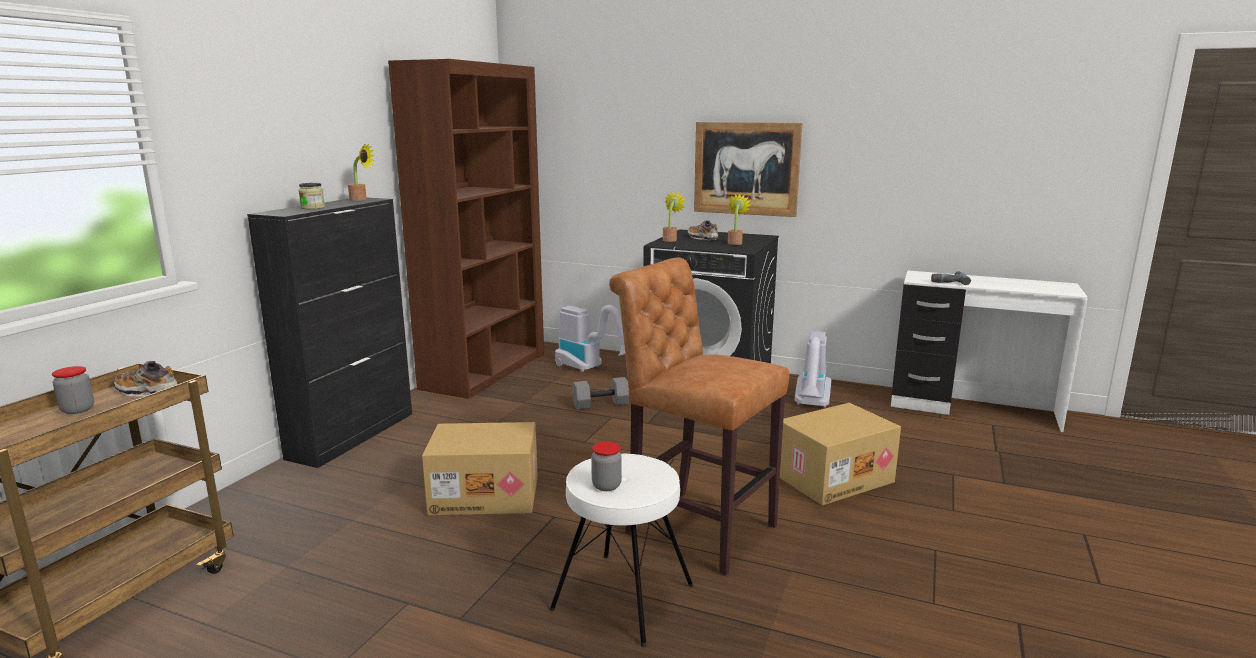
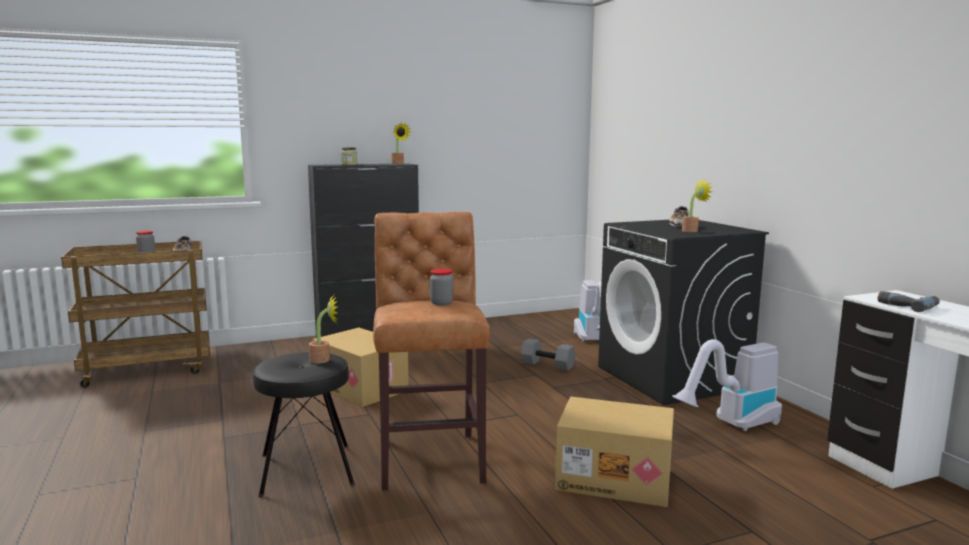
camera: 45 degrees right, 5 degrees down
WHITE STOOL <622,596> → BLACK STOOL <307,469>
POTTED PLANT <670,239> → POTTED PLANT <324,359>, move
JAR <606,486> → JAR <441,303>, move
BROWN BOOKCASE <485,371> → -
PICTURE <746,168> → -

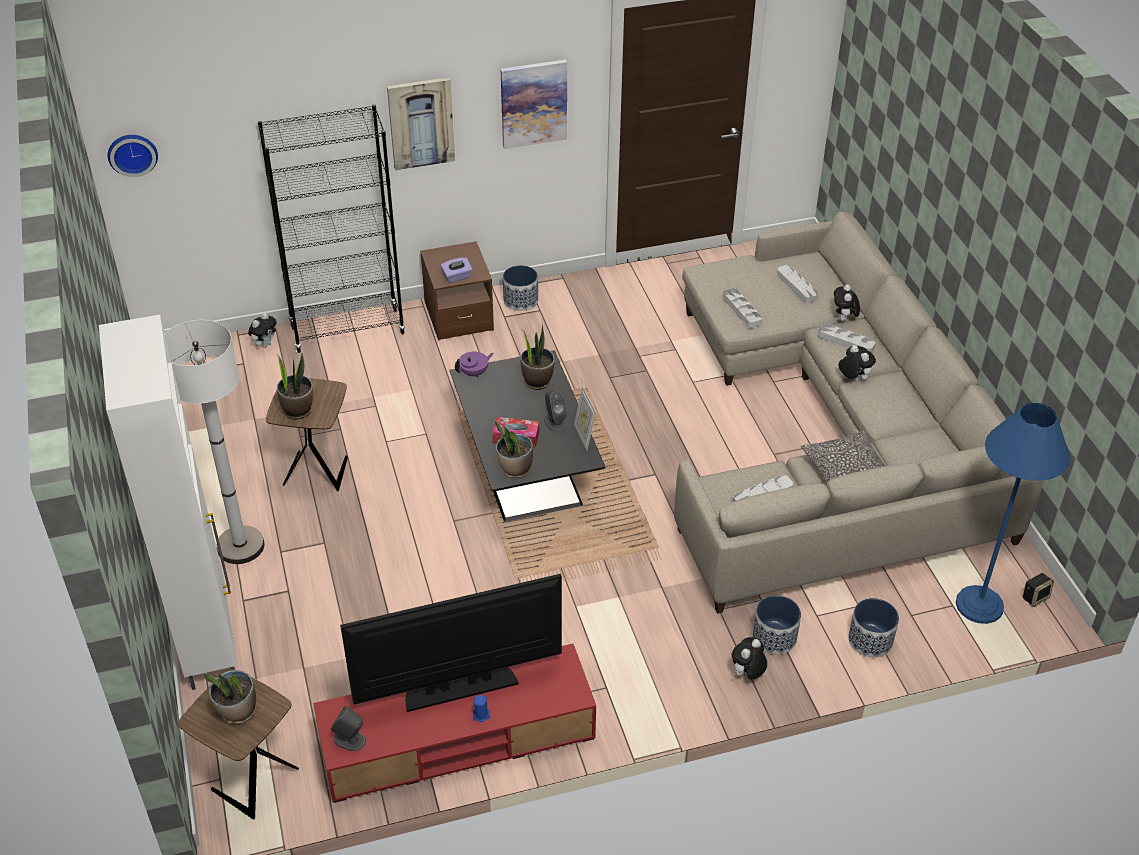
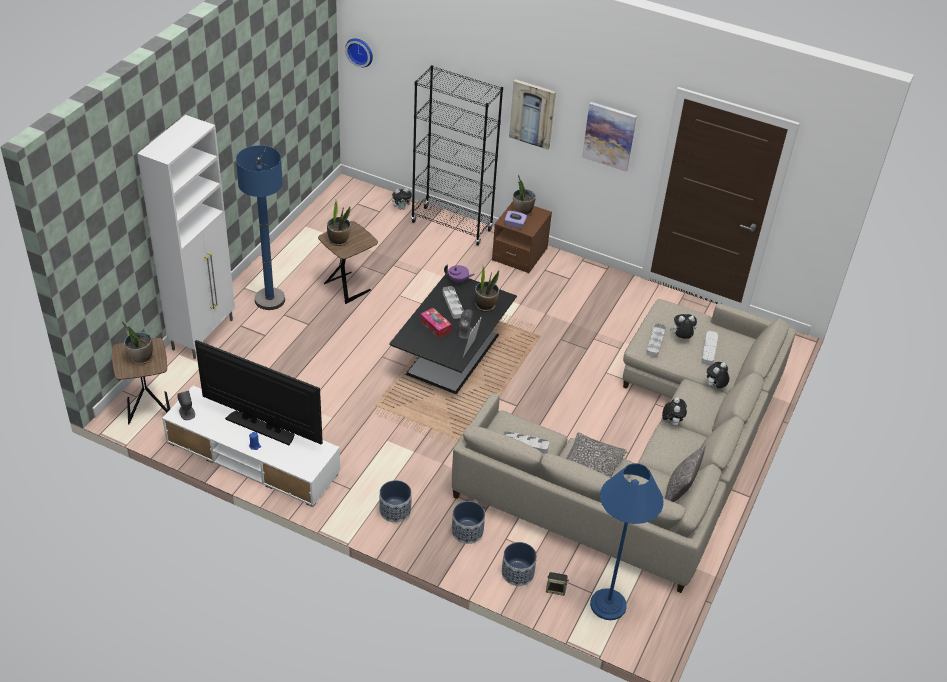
camera: 40 degrees right, 0 degrees up
RED TV STAND <457,738> → WHITE TV STAND <253,457>
WHITE FLOOR LAMP <240,546> → BLUE FLOOR LAMP <270,300>
PLANTER <520,301> → PLANTER <395,510>, move
GREY TRAY <845,341> → GREY TRAY <453,304>, move
POTTED PLANT <515,469> → POTTED PLANT <522,211>, move
SPEAKER <1035,597> → SPEAKER <556,589>, move
- → PILLOW <679,493>
PLUSH TOY <747,674> → PLUSH TOY <681,337>, move

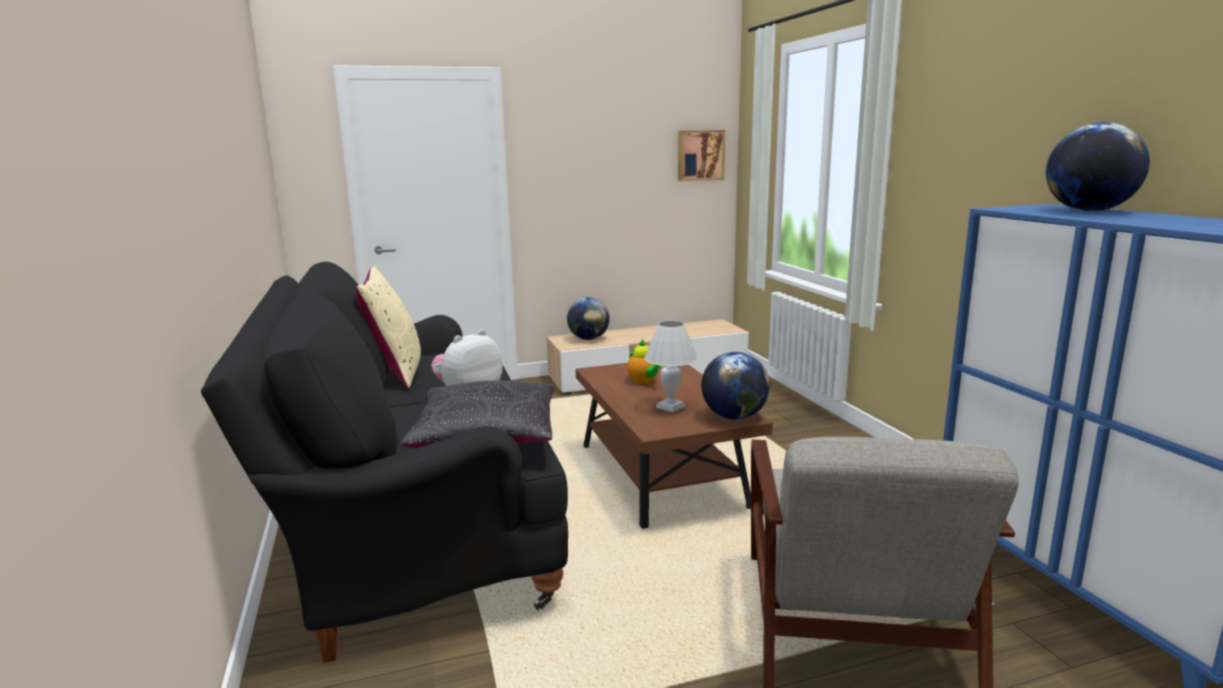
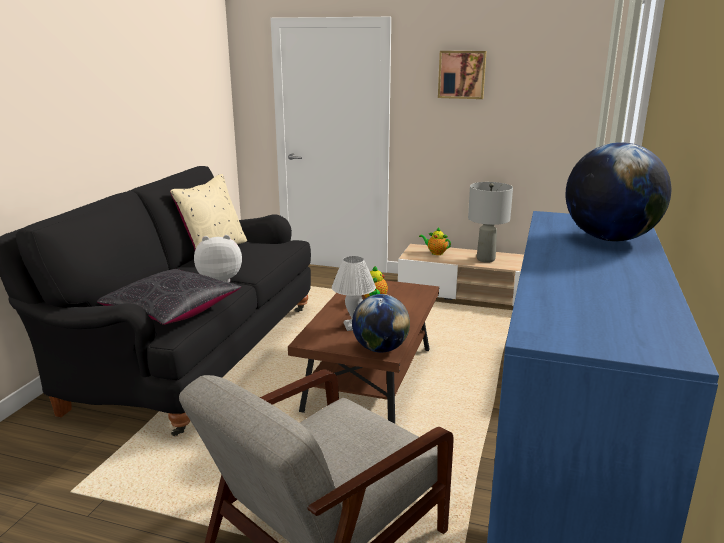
camera: 35 degrees right, 5 degrees up
GLOBE <588,339> → TEAPOT <435,253>
PICTURE <700,155> → PICTURE <462,74>, move
- → GREY TABLE LAMP <485,259>

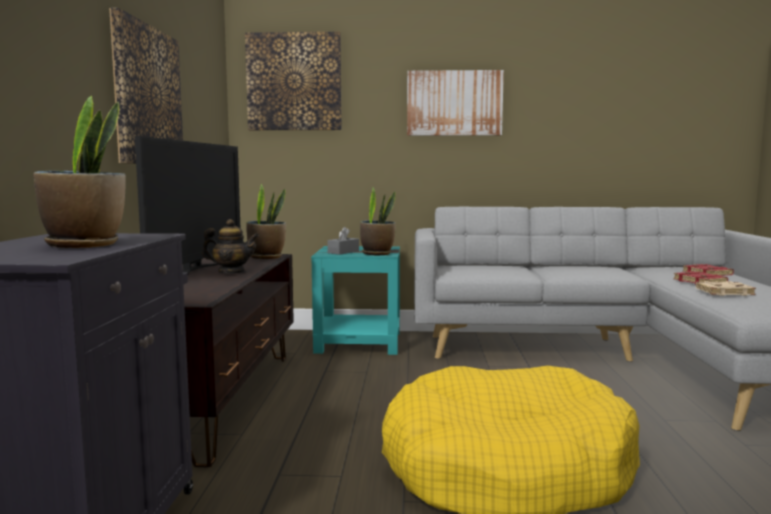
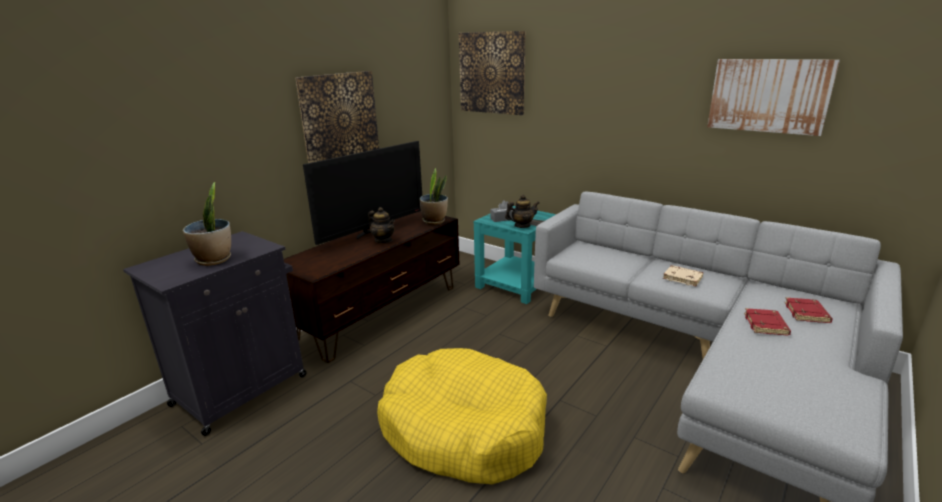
camera: 35 degrees right, 15 degrees up
POTTED PLANT <377,253> → TEAPOT <522,226>
BEIGE BOOK <724,292> → BEIGE BOOK <683,278>, move
PICTURE <454,103> → PICTURE <768,95>, move

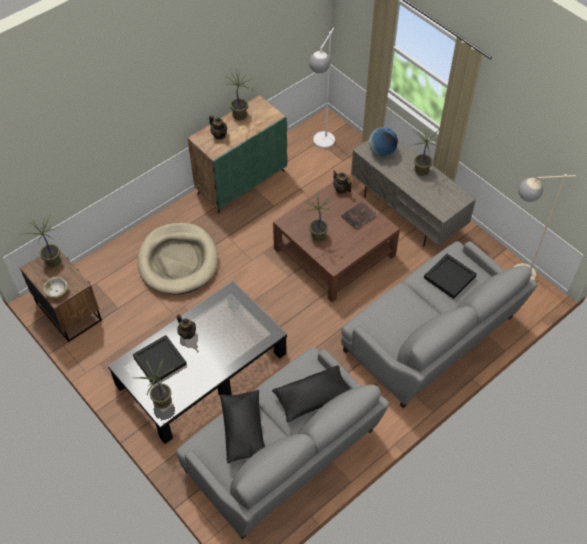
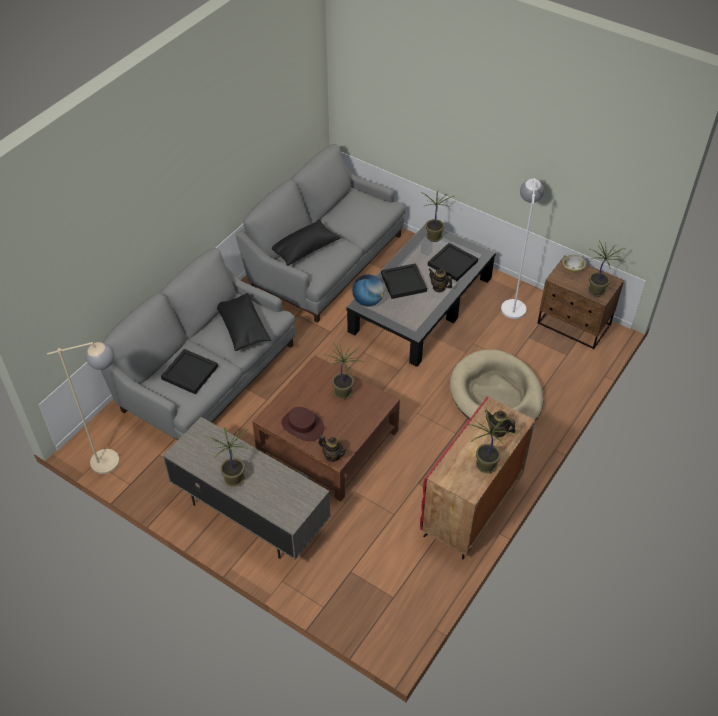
camera: 165 degrees right, 5 degrees down
BLACK PILLOW <243,430> → BLACK PILLOW <242,328>, move
BROWN BOOK <359,216> → BROWN HAT <302,426>
GLOBE <382,151> → GLOBE <368,301>, move
- → BLACK TRAY <403,282>
GREEN CABINET <241,181> → RED CABINET <471,507>
WHITE FLOOR LAMP <321,146> → WHITE FLOOR LAMP <513,303>, move

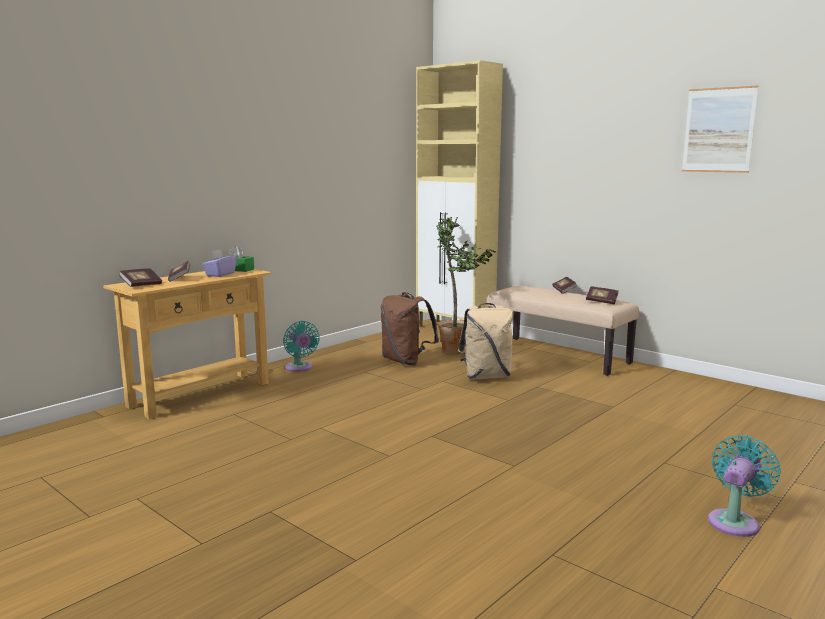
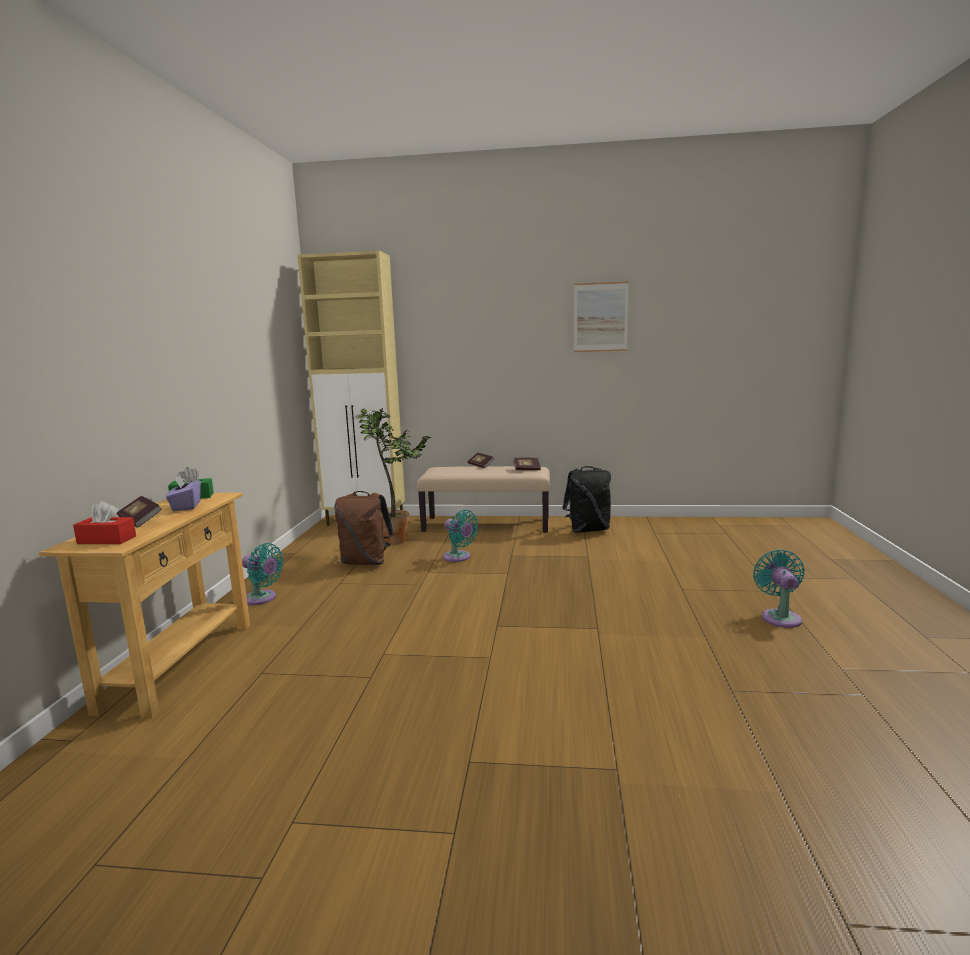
camera: 35 degrees left, 0 degrees up
BOOK <141,285> → RED TISSUE BOX <107,540>
BEIGE BACKPACK <486,376> → TURQUOISE FAN <458,557>
- → BLACK BACKPACK <588,530>

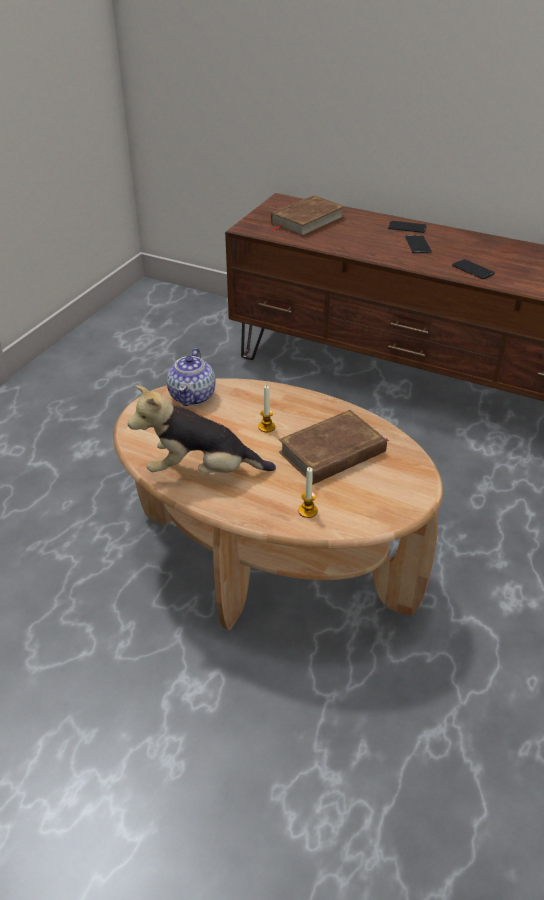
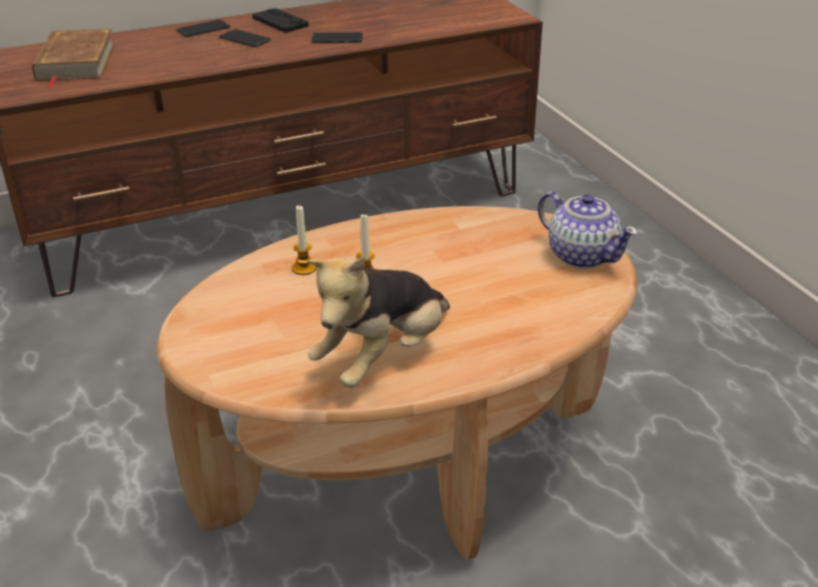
camera: 50 degrees left, 5 degrees down
- → BLACK GAME CONTROLLER <280,22>
CANDLE <307,511> → CANDLE <304,268>, move
TEAPOT <193,396> → TEAPOT <581,255>, move
BROWN BOOK <333,452> → -

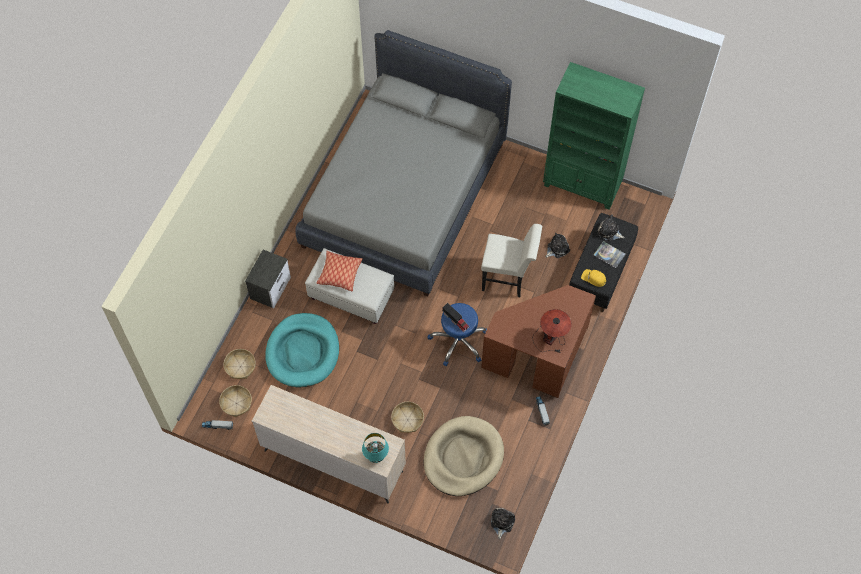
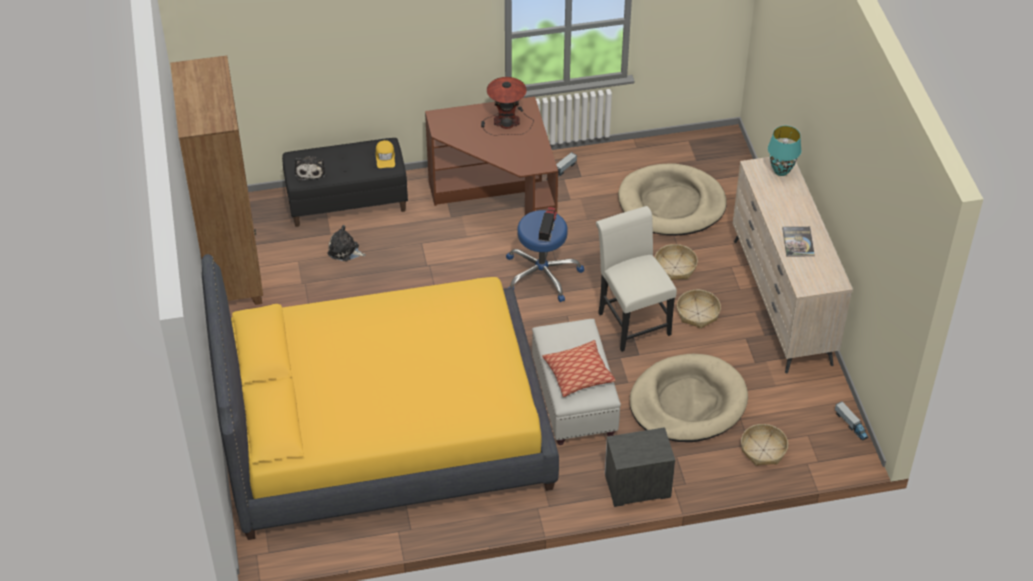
camera: 125 degrees left, 15 degrees down
GREEN BOOKCASE <582,185> → BROWN BOOKCASE <233,270>
GREY BED <404,194> → YELLOW BED <383,429>
WHITE CHAIR <508,278> → WHITE CHAIR <631,320>, move
TURQUOISE DOG BED <303,352> → BEIGE DOG BED <687,402>
BASKET <236,403> → BASKET <697,313>, move
BOOK <609,255> → BOOK <798,242>, move
PLUSH TOY <502,522> → -

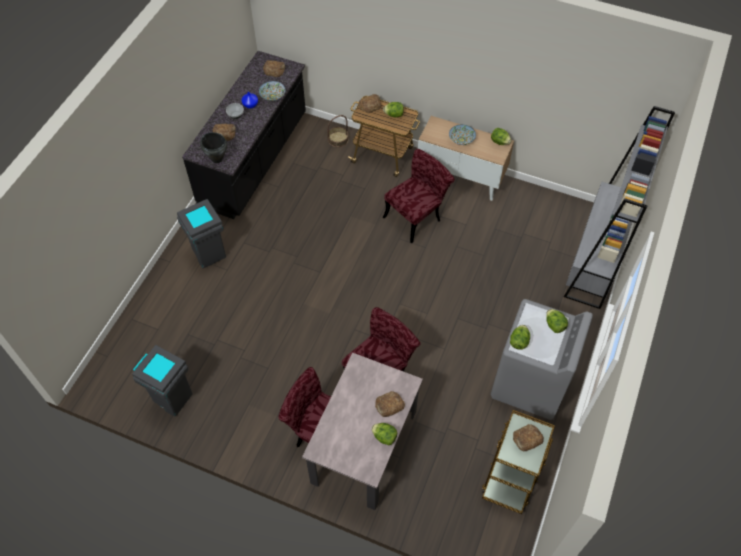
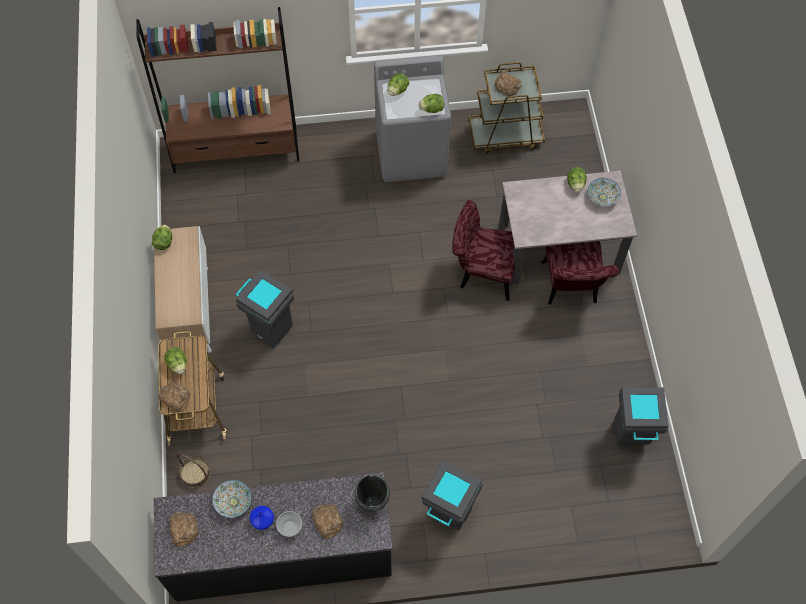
camera: 120 degrees left, 5 degrees up
GREY BOOKCASE <595,258> → BROWN BOOKCASE <236,151>
RED CHAIR <416,216> → GREY TRASH CAN <270,329>
BOWL <461,140> → BOWL <602,197>, move
BREAD <389,405> → -

